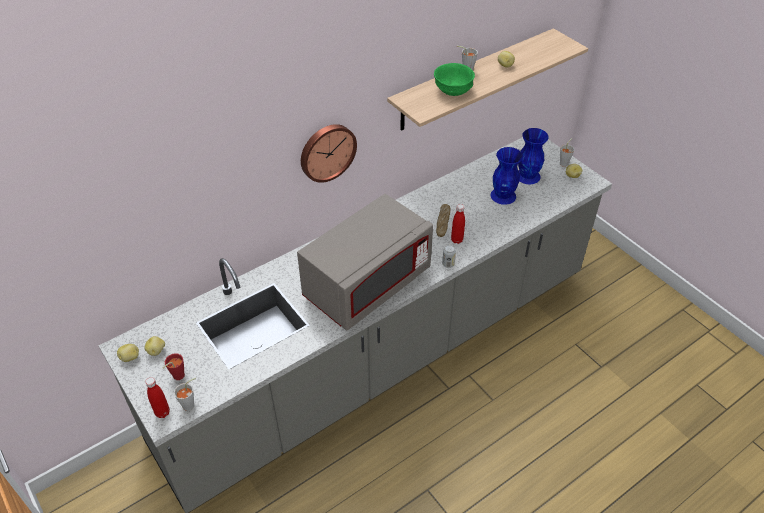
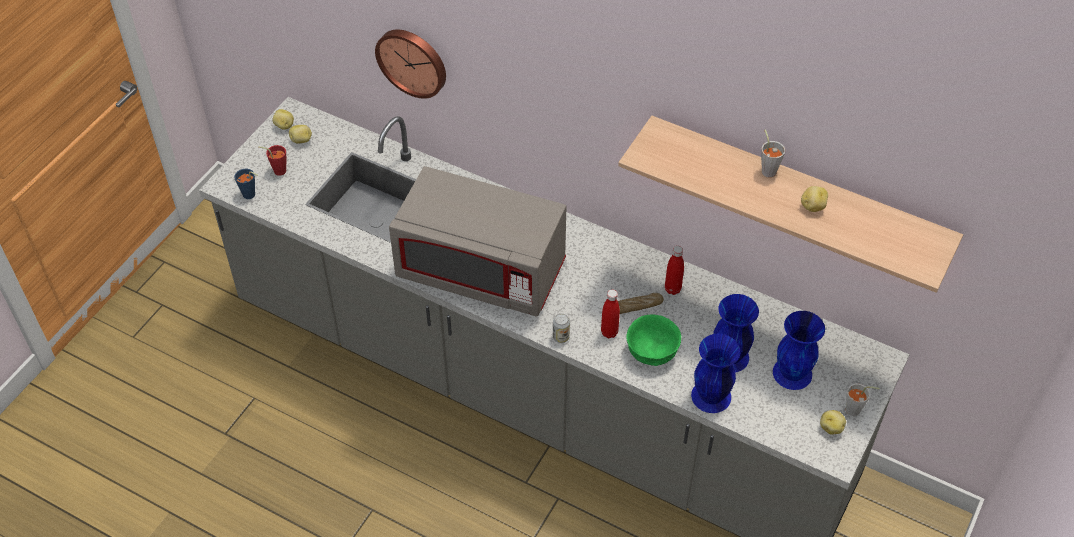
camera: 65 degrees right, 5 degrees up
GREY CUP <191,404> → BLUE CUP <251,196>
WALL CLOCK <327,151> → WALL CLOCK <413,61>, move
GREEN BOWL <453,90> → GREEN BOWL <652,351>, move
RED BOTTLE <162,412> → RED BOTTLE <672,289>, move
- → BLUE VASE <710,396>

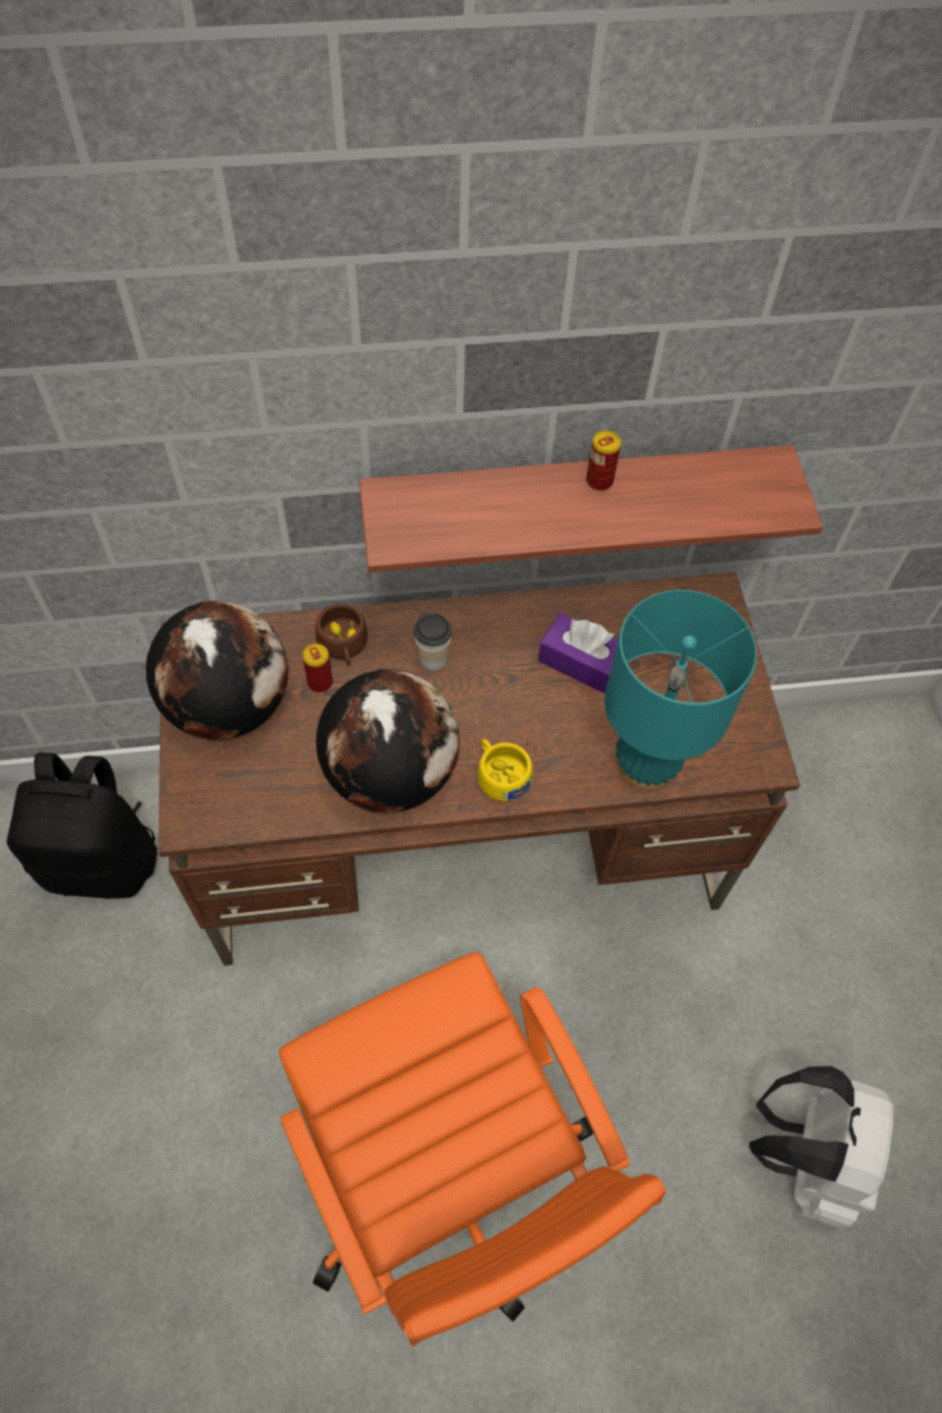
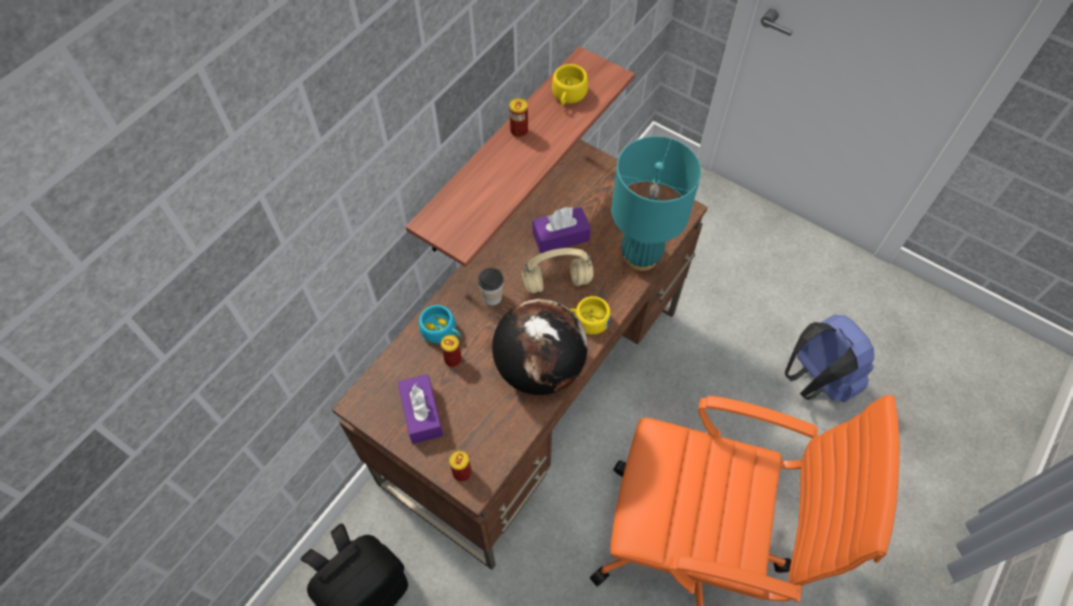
camera: 45 degrees left, 0 degrees up
GLOBE <229,705> → PURPLE TISSUE BOX <422,413>
BROWN CUP <343,646> → TURQUOISE CUP <442,331>
- → CAN <462,472>
- → BEIGE HEADPHONES <558,282>
- → YELLOW CUP <568,95>
WHITE BACKPACK <805,1155> → BLUE BACKPACK <814,380>

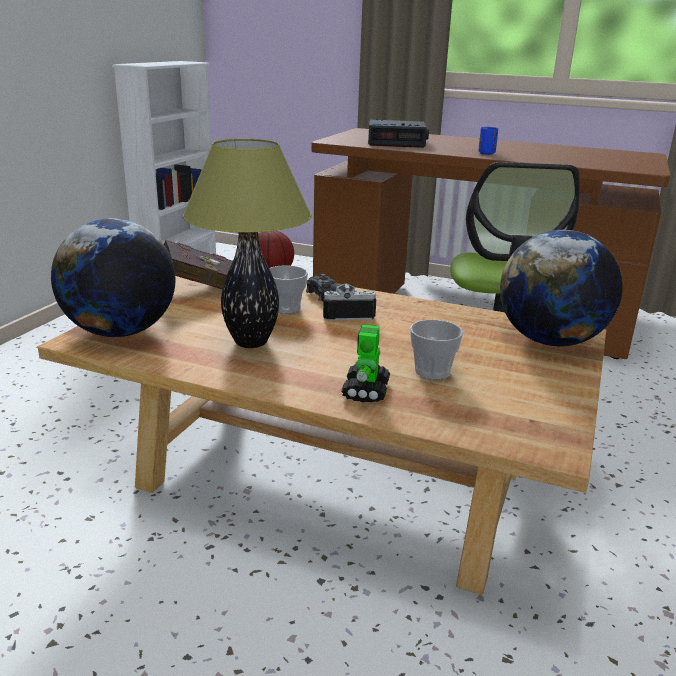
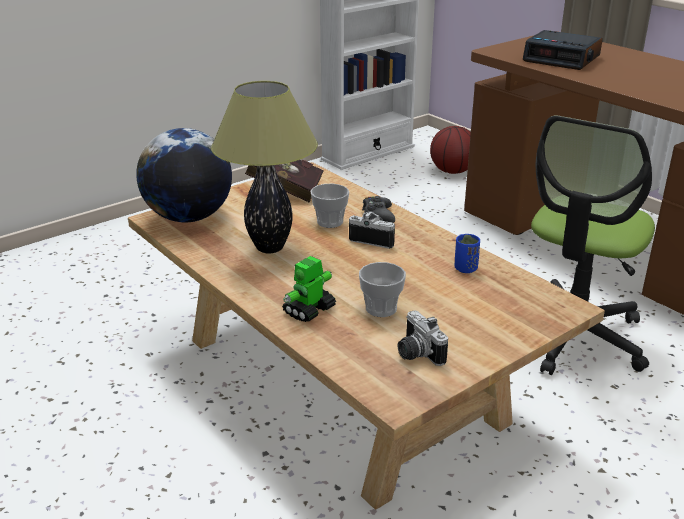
camera: 30 degrees right, 5 degrees up
- → PHOTO CAMERA <416,353>
BLUE CUP <486,153> → BLUE CUP <465,269>, move
GLOBE <550,341> → -

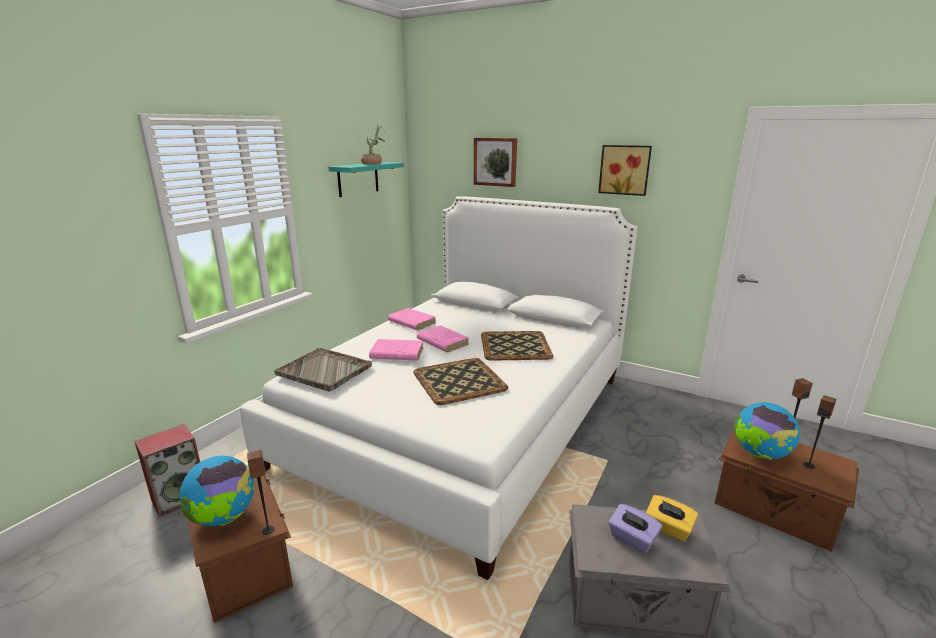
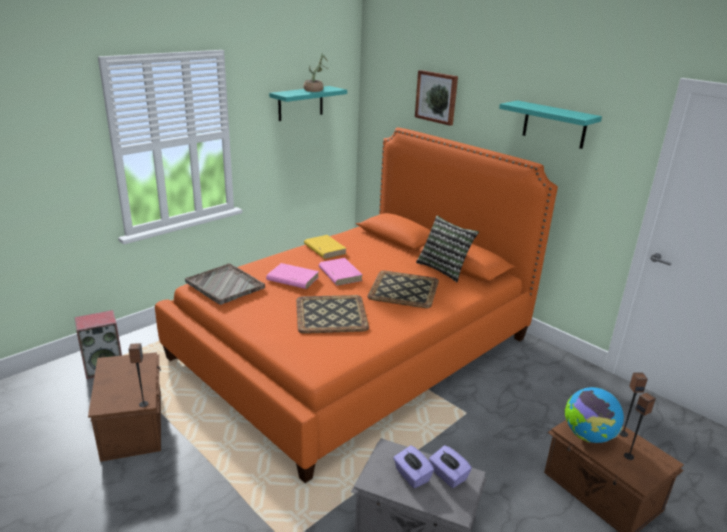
camera: 15 degrees right, 5 degrees up
WHITE BED <462,418> → ORANGE BED <354,347>
PINK BOOK <411,322> → YELLOW BOOK <324,249>
- → PILLOW <444,269>
YELLOW TISSUE BOX <668,529> → PURPLE TISSUE BOX <448,475>
PICTURE <624,170> → TURQUOISE SHELF <554,125>
GLOBE <224,517> → -

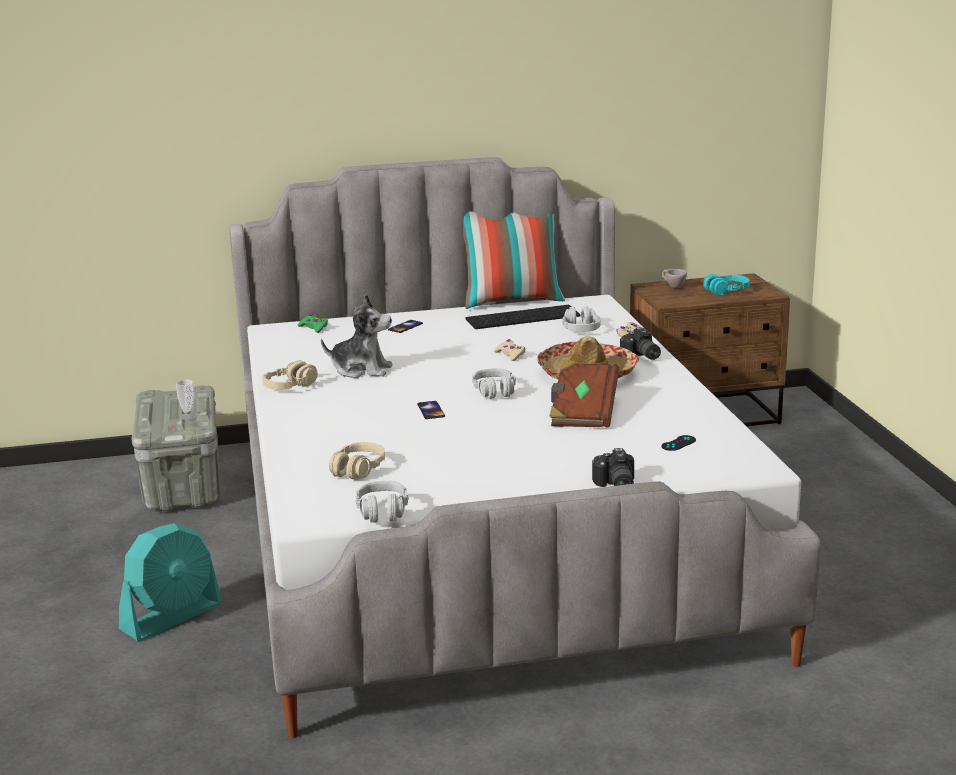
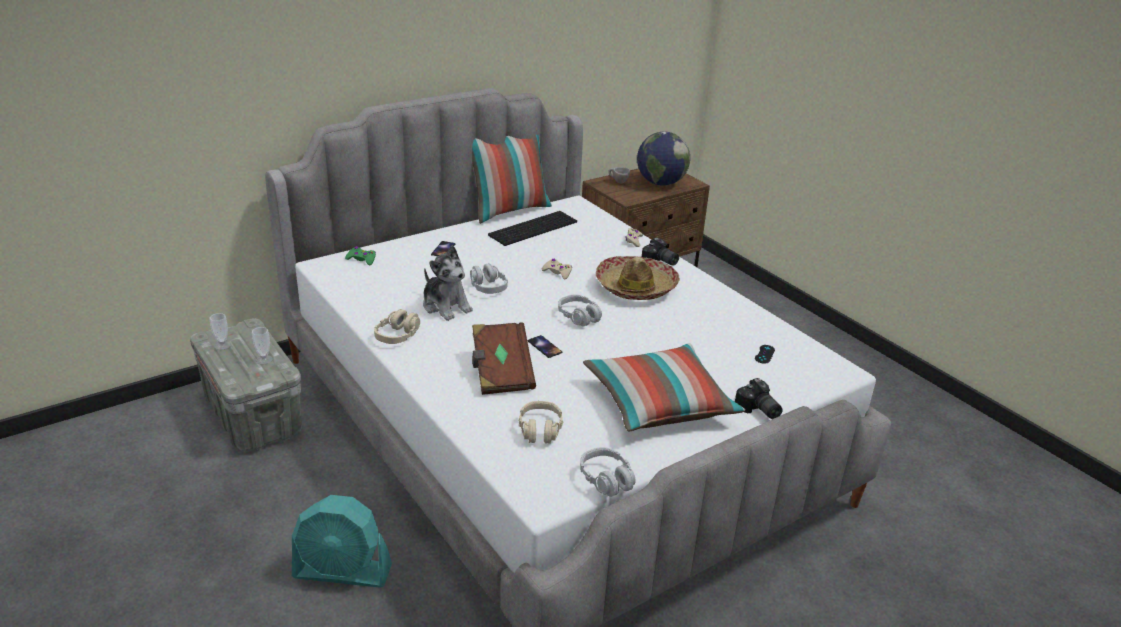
camera: 25 degrees left, 10 degrees up
- → CUP <222,345>
TURQUOISE FAN <172,617> → TURQUOISE FAN <342,571>, 75 degrees clockwise
PLUSH TOY <361,370> → PLUSH TOY <446,306>, 60 degrees clockwise
GREY HEADPHONES <581,329> → GREY HEADPHONES <488,287>, move
BROWN BOOK <582,412> → BROWN BOOK <501,372>, move
- → PILLOW <659,404>
TURQUOISE HEADPHONES <726,291> → GLOBE <660,183>

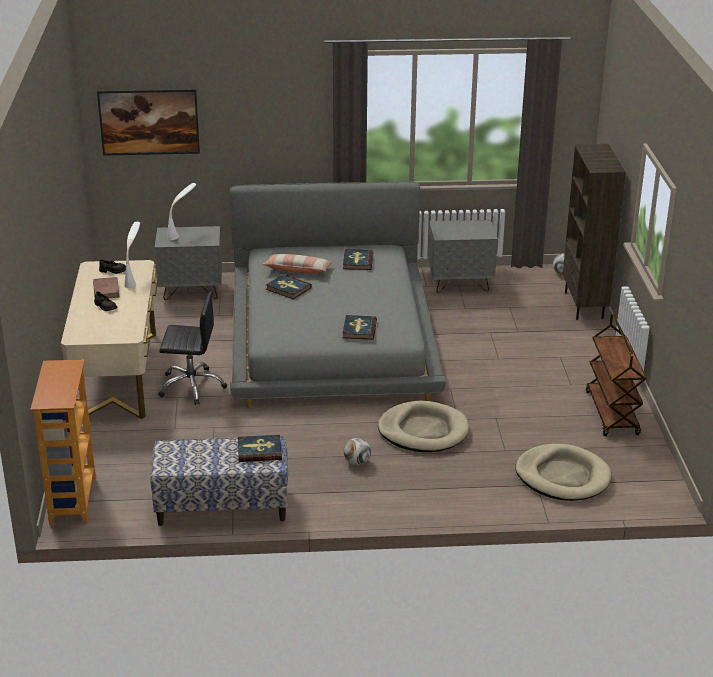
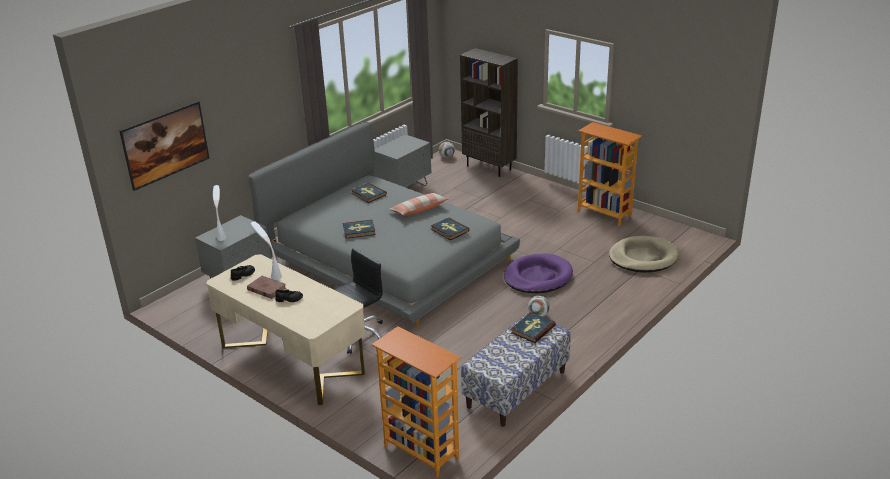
camera: 45 degrees left, 0 degrees up
PILLOW <297,270> → PILLOW <419,210>, move
BEIGE DOG BED <423,431> → PURPLE DOG BED <538,277>
BROWN CART <612,413> → BOOKCASE <604,214>

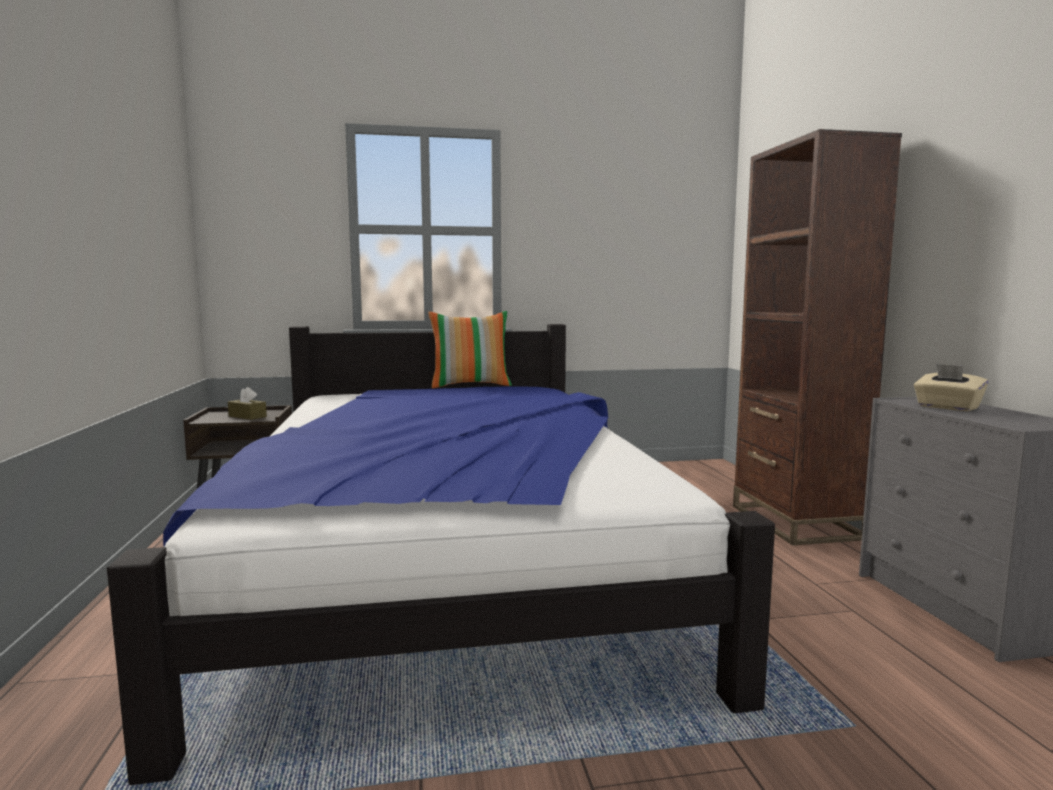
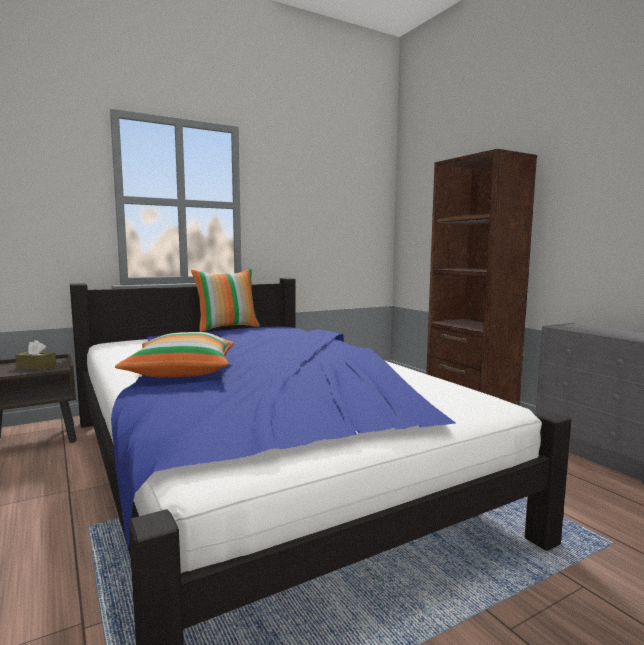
camera: 20 degrees left, 0 degrees up
- → PILLOW <182,372>
BEIGE TISSUE BOX <947,407> → -

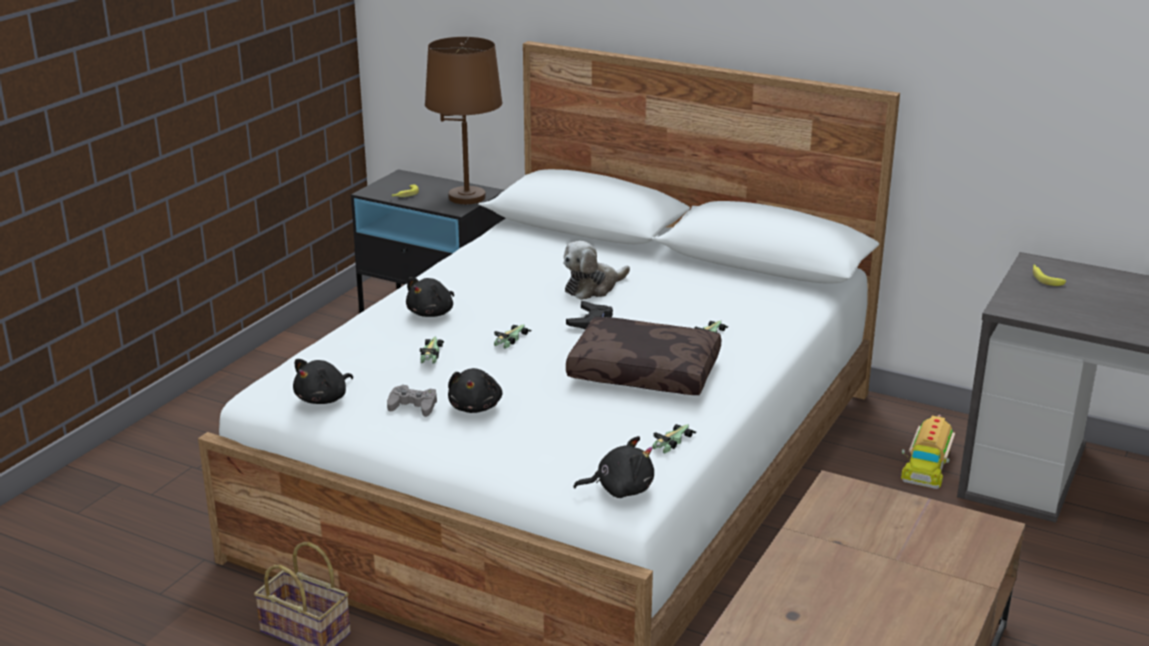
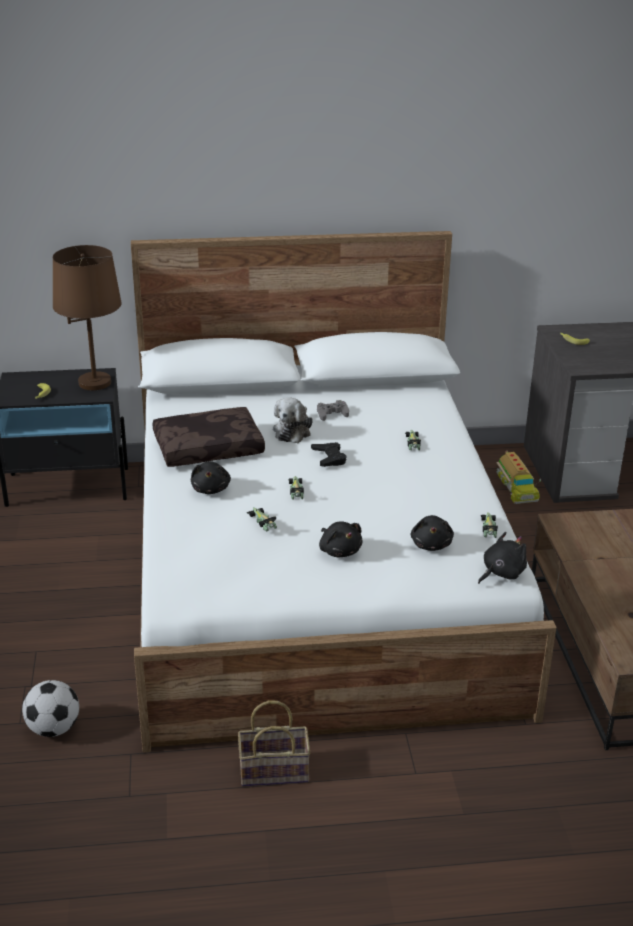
camera: 35 degrees left, 5 degrees up
- → FOOTBALL <53,728>
BROWN PILLOW <646,371> → BROWN PILLOW <209,447>, move
GREY GAME CONTROLLER <413,406> → GREY GAME CONTROLLER <332,414>, move
BLACK PLUSH TOY <324,399> → BLACK PLUSH TOY <431,544>, move

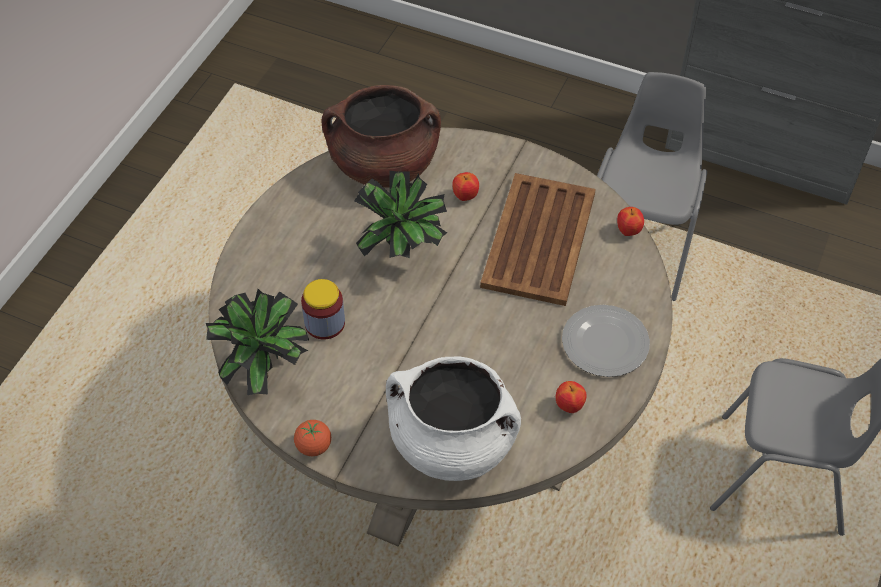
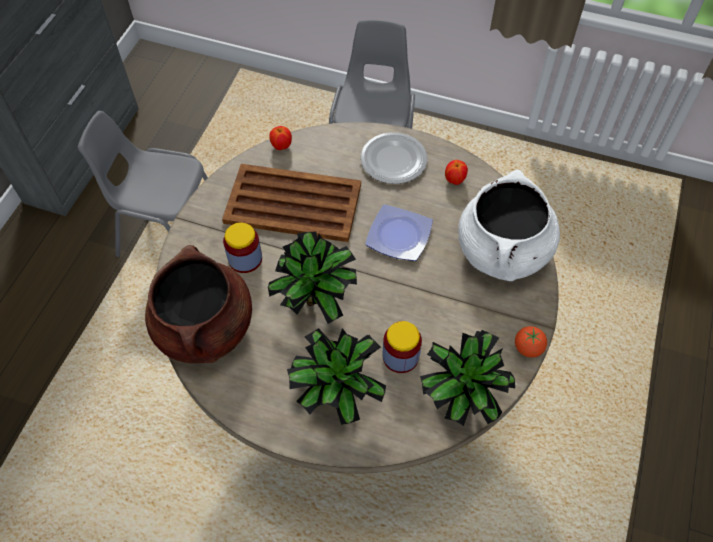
camera: 95 degrees left, 5 degrees up
APPLE <465,196> → JAR <245,259>
- → POTTED PLANT <335,395>
- → PLATE <399,237>

